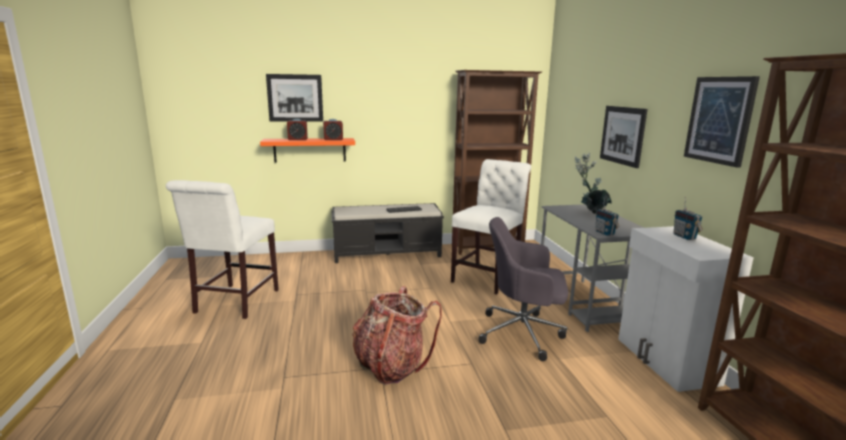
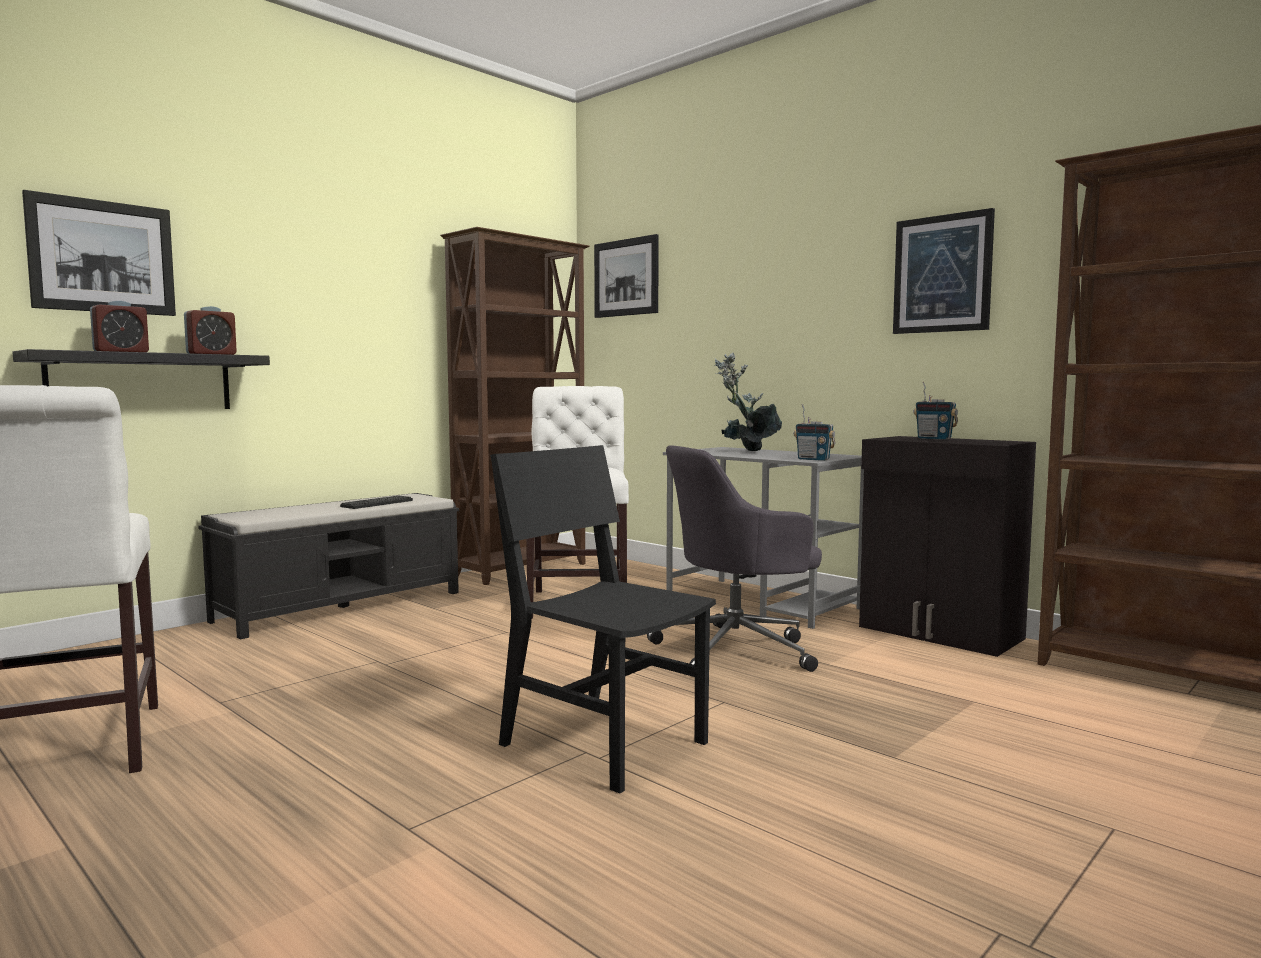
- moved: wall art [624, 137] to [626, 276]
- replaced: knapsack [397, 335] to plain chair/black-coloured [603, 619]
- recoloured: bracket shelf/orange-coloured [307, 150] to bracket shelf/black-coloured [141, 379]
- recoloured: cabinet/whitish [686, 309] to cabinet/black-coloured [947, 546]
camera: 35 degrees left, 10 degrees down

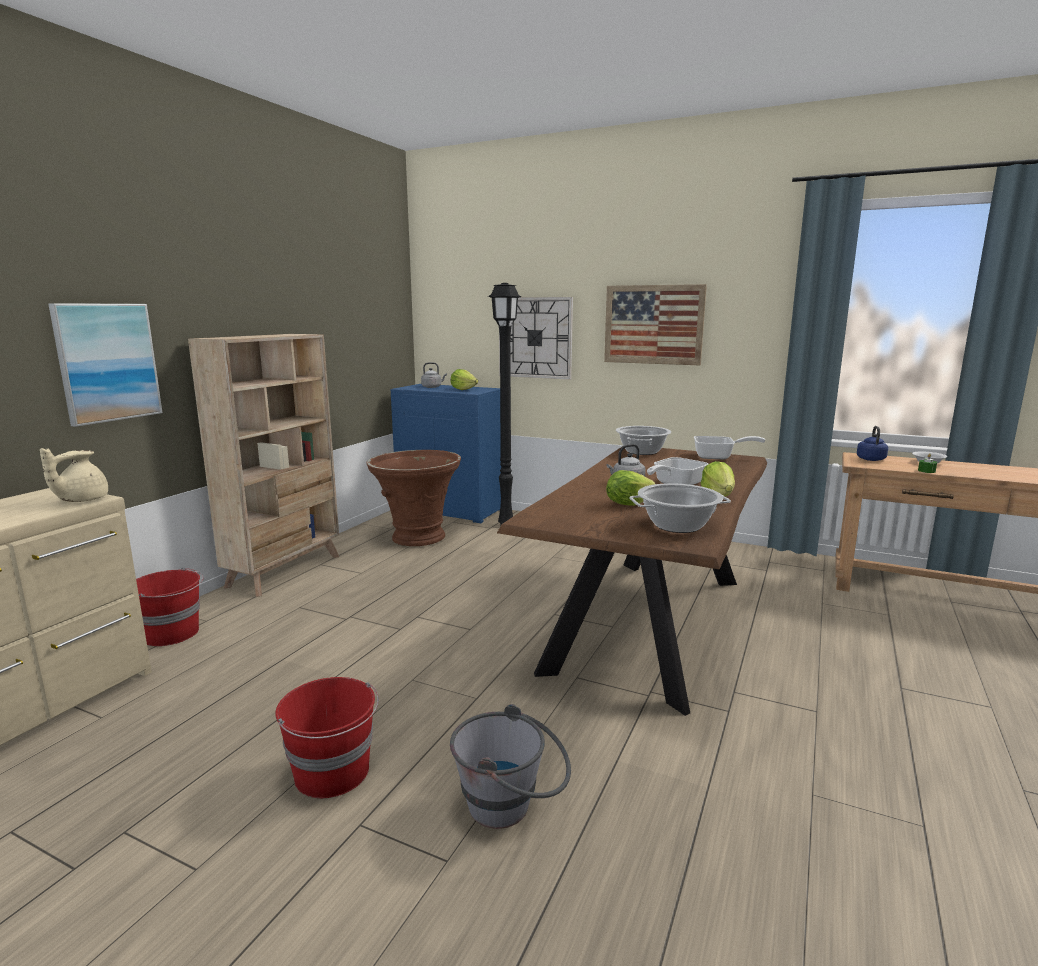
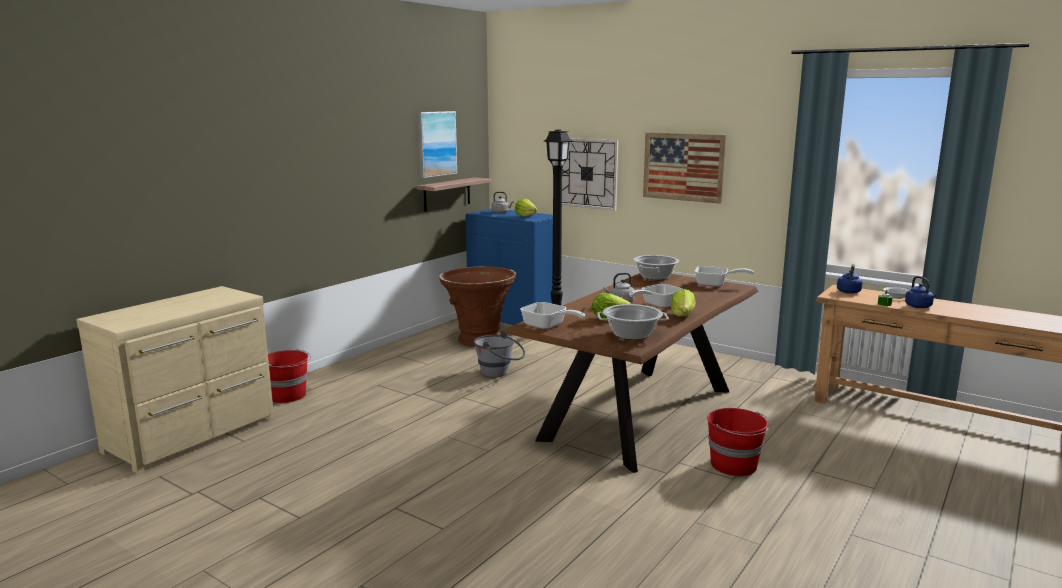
- removed: tea pot/beige-coloured [74, 475]
- removed: bookshelf/beige-coloured [263, 465]
- added: bracket shelf [453, 194]
- added: skillet [552, 315]
- added: water kettle/bluish [920, 292]
- moved: wall art [105, 365] to [437, 144]
- moved: bucket/red-coloured [327, 737] to [739, 442]
- moved: bucket/greyish [510, 766] to [499, 354]
camera: 10 degrees right, 0 degrees up

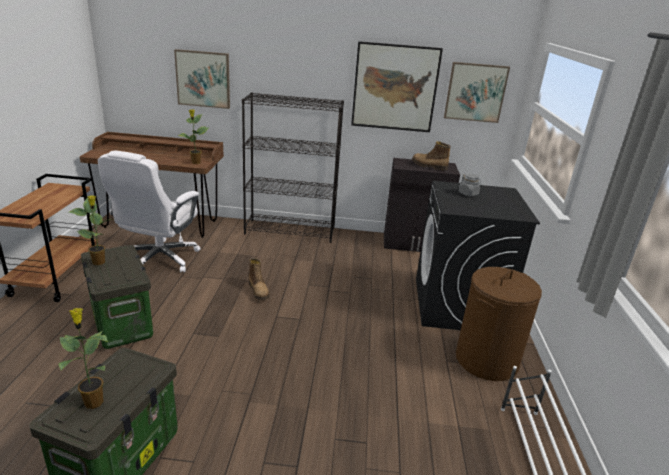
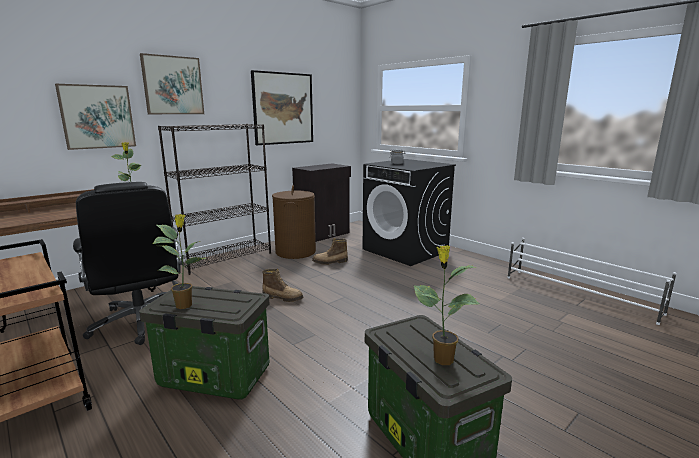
- moved: boot [431, 155] to [330, 251]
- moved: wall art [477, 92] to [172, 83]
- moved: laundry basket/brown-coloured [499, 324] to [294, 222]
- recoloured: computer chair/whitish [149, 211] to computer chair/black-coloured [127, 263]
camera: 45 degrees left, 10 degrees down

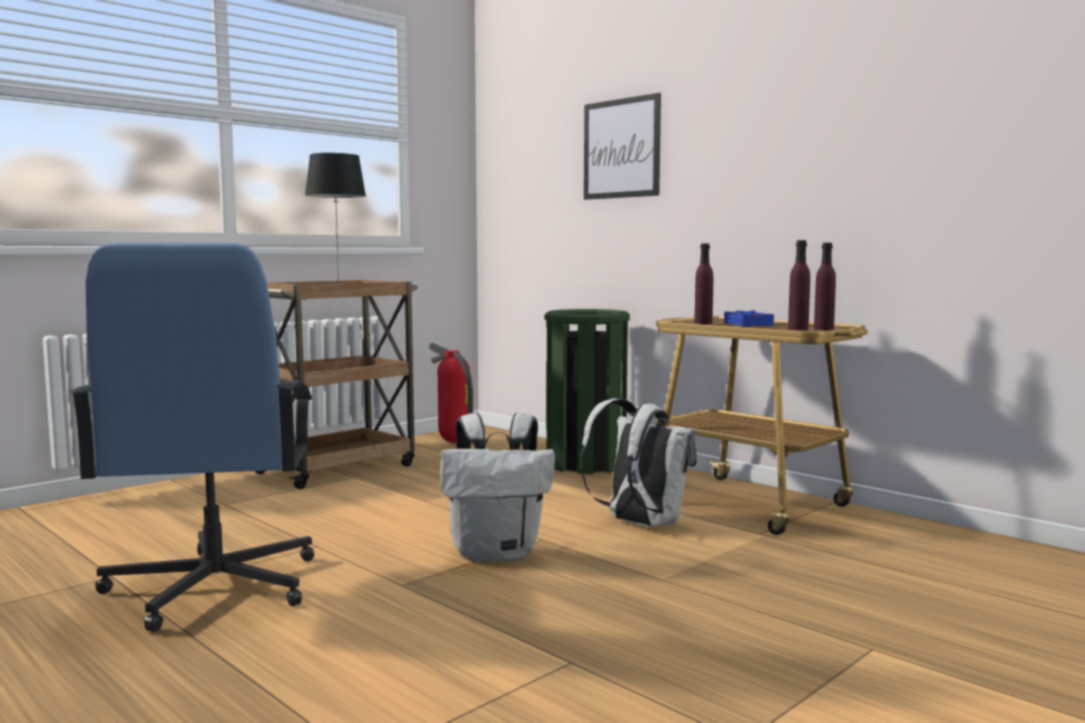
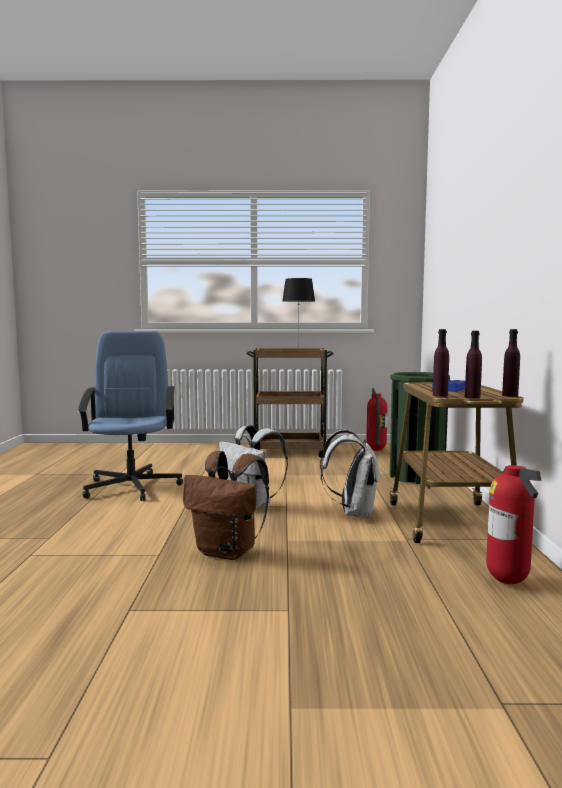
- removed: wall art [622, 146]
- added: knapsack/brown-coloured [226, 505]
- added: extinguisher [514, 524]
- moved: drink bottle/purplish [703, 284] to [511, 363]
- turned: computer chair/bluish [192, 437] = [130, 416] 135 degrees clockwise
camera: 45 degrees right, 0 degrees up

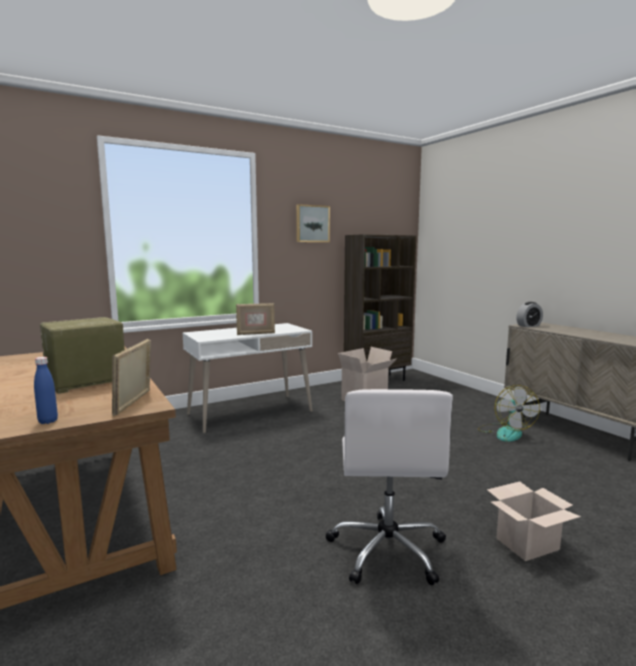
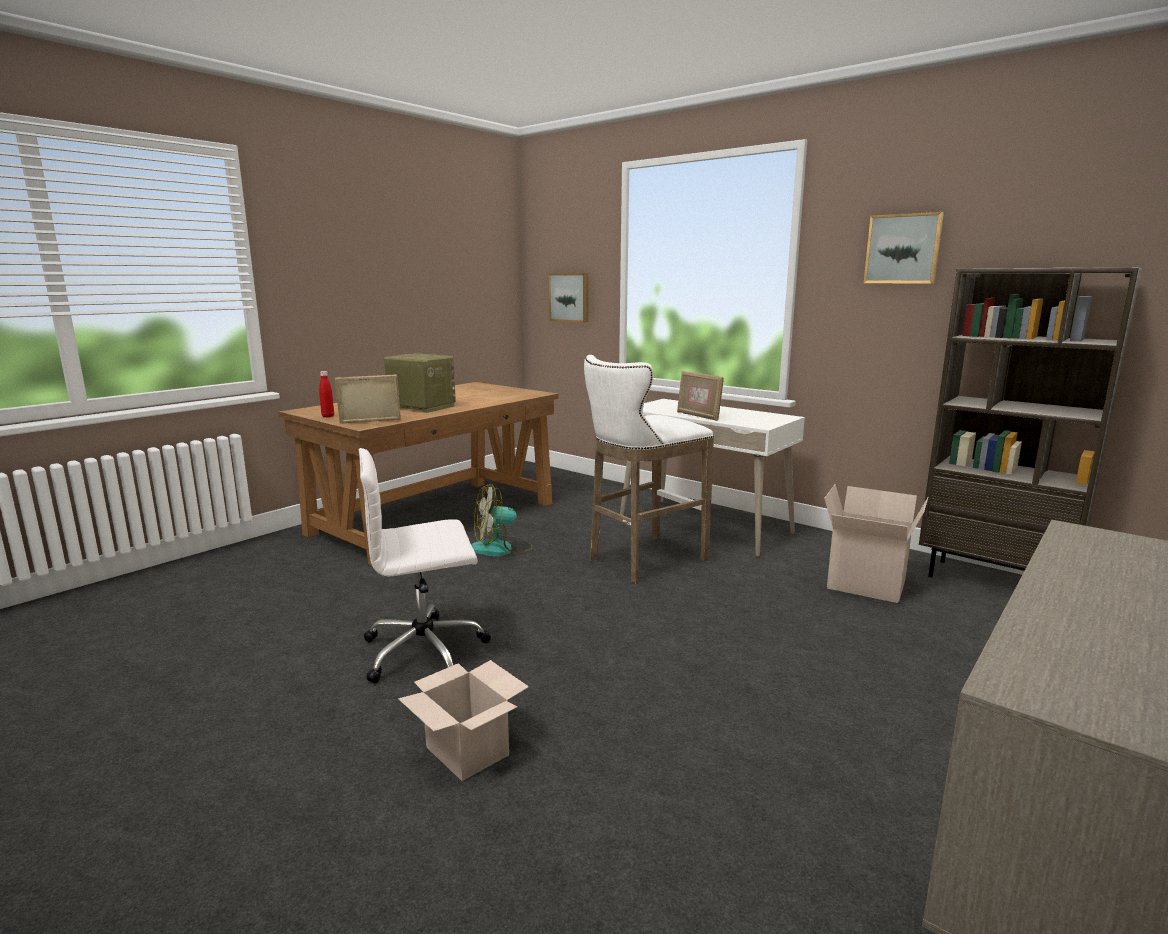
- removed: alarm clock [529, 314]
- added: wall art [568, 298]
- added: stool/whitish [649, 469]
- moved: cooling fan [509, 413] to [502, 520]
- recoloured: drink bottle/bluish [46, 390] to drink bottle/red-coloured [326, 394]
camera: 70 degrees right, 5 degrees up

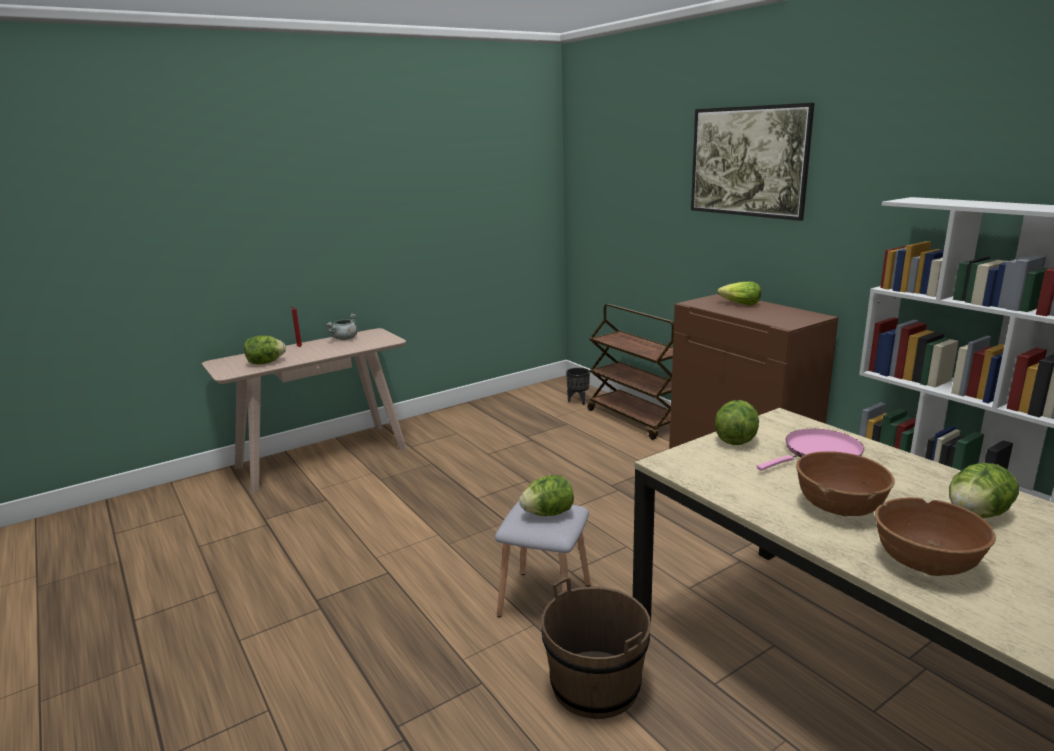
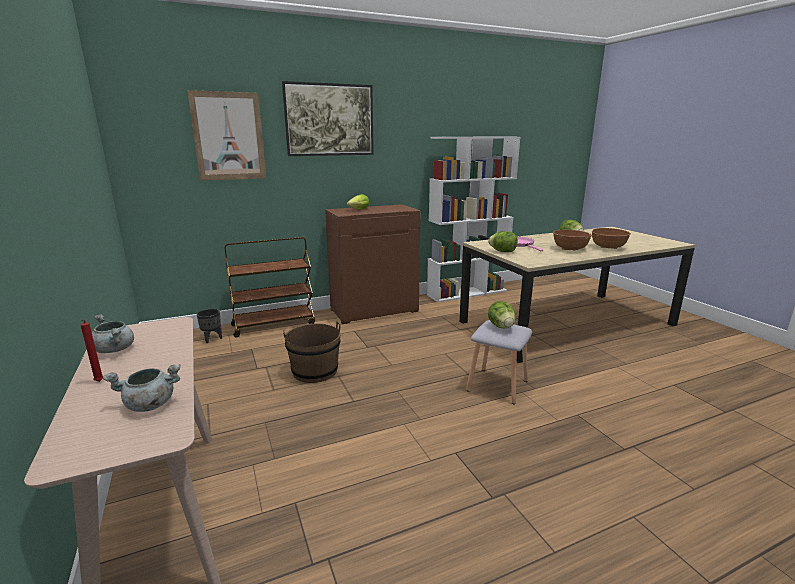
- added: wall art [226, 135]
- moved: bucket/brown-coloured [596, 648] to [312, 352]
- replaced: lettuce head [265, 349] to cooking pot/greyish [142, 388]
camera: 80 degrees left, 0 degrees up

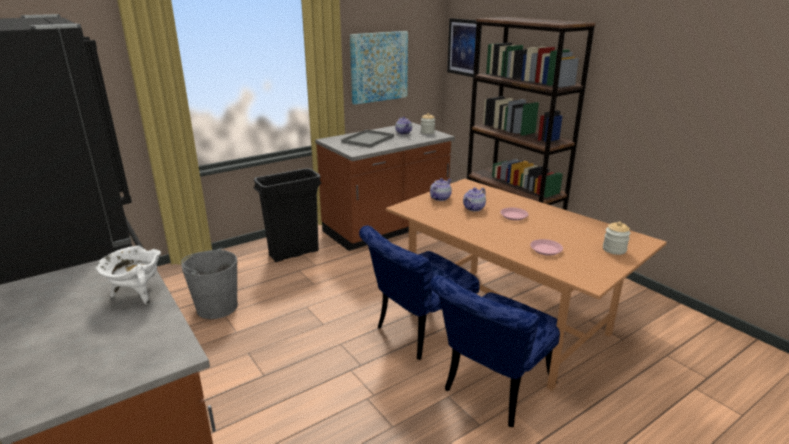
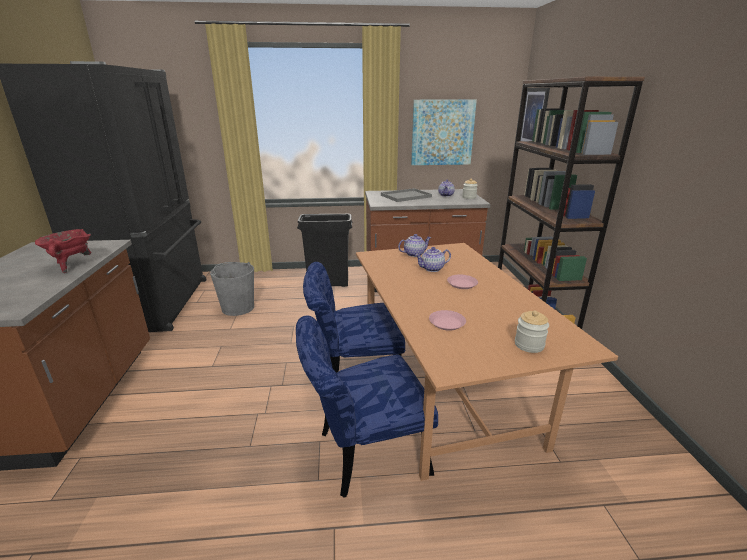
- recoloured: cooking pot/whitish [128, 275] to cooking pot/red-coloured [63, 251]
camera: 30 degrees right, 0 degrees up

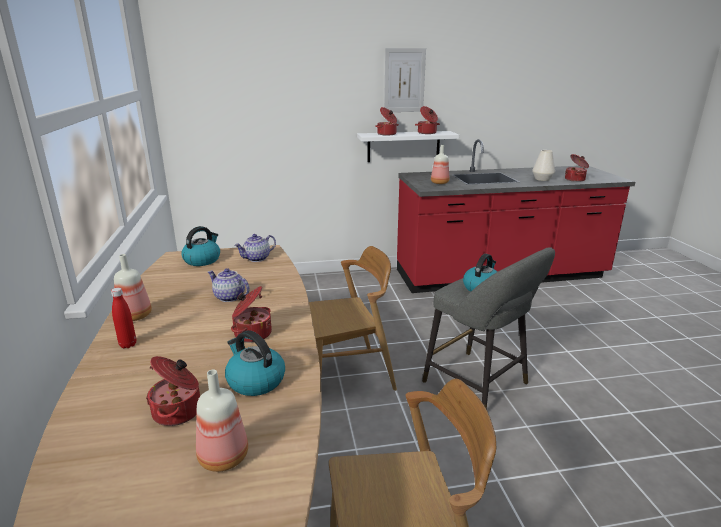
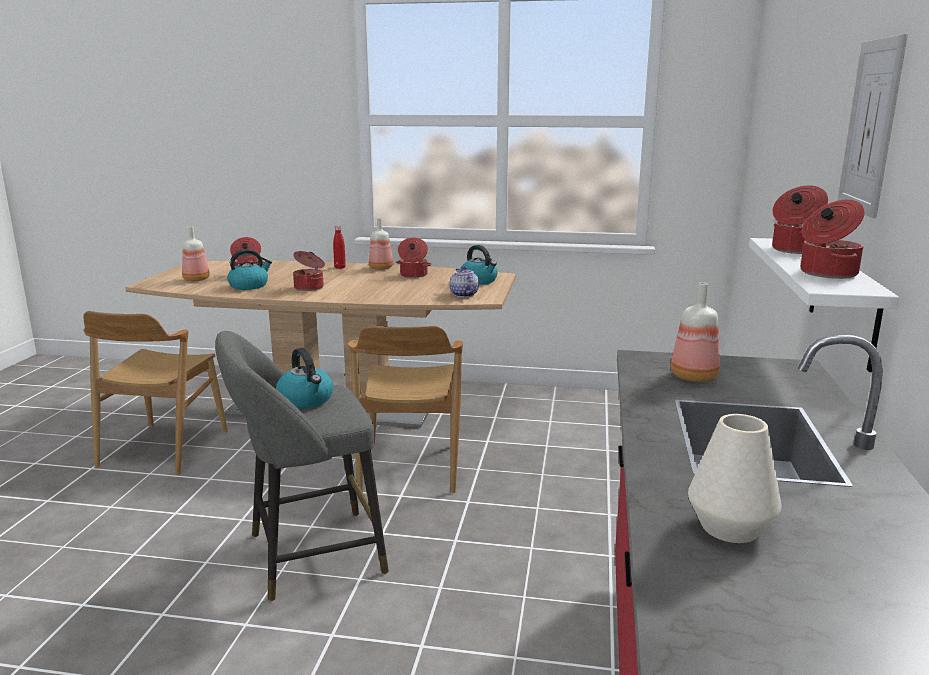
- removed: tea pot [229, 285]
- moved: cooking pot [577, 168] to [414, 257]
camera: 110 degrees right, 5 degrees down

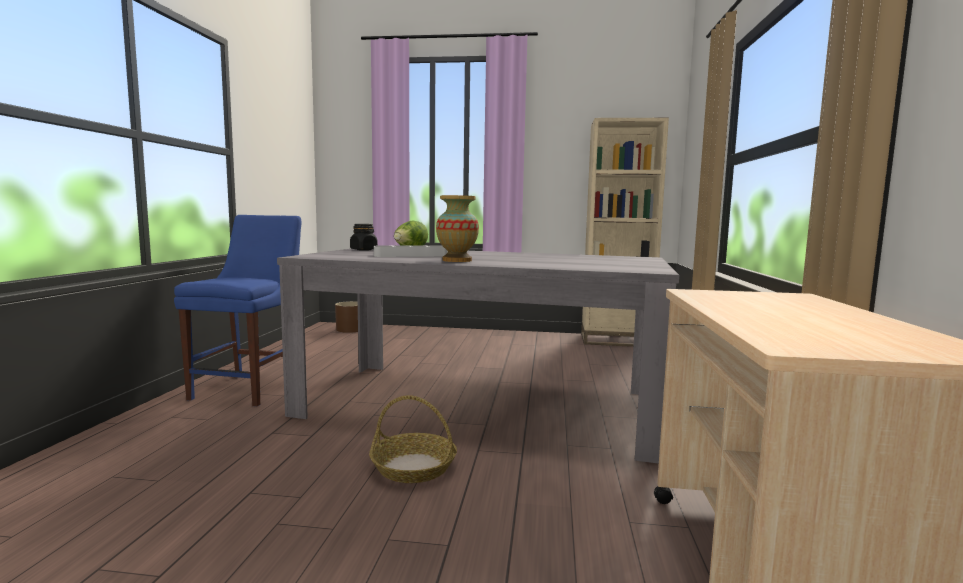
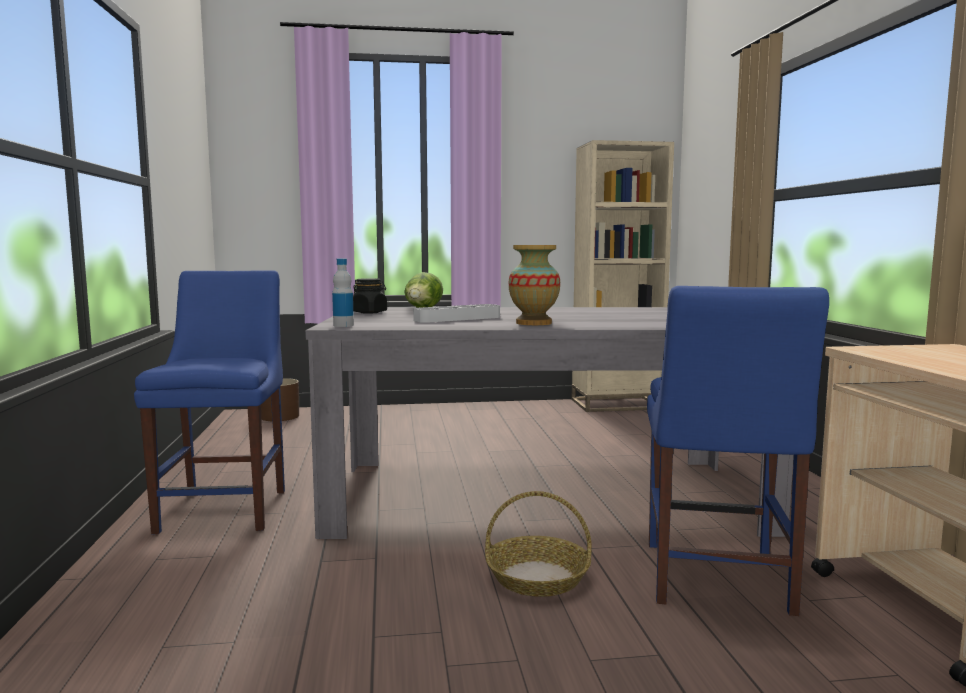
- added: drink bottle [343, 292]
- added: plain chair/bluish [738, 451]
camera: 15 degrees left, 0 degrees up

